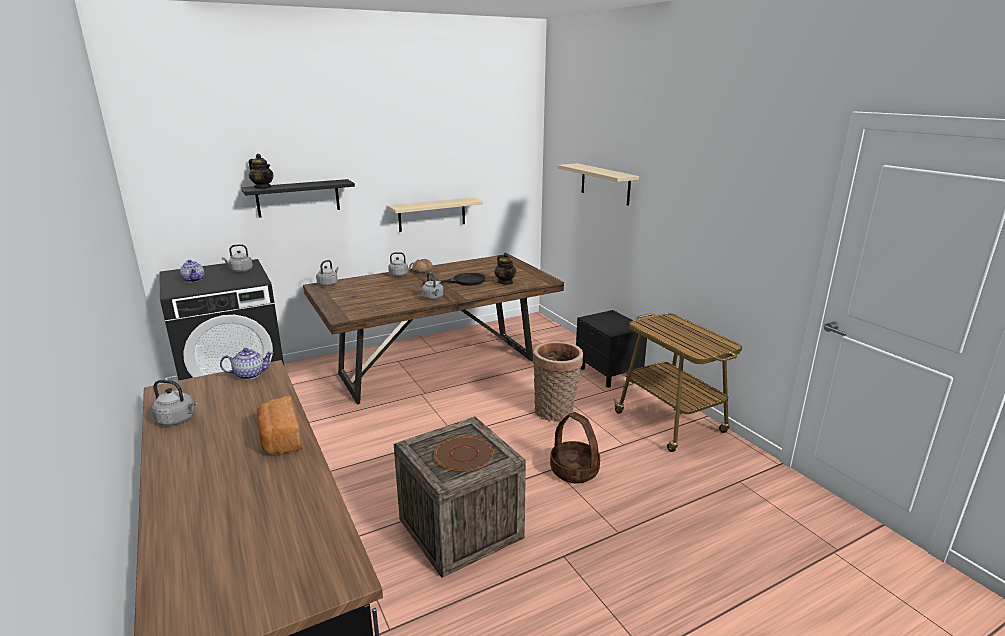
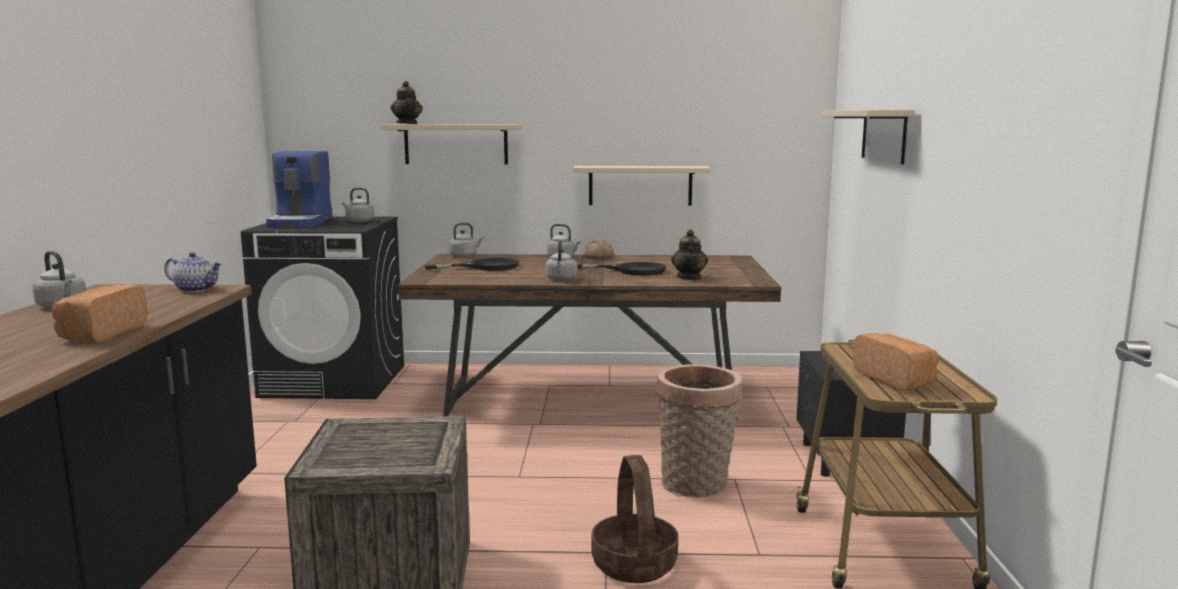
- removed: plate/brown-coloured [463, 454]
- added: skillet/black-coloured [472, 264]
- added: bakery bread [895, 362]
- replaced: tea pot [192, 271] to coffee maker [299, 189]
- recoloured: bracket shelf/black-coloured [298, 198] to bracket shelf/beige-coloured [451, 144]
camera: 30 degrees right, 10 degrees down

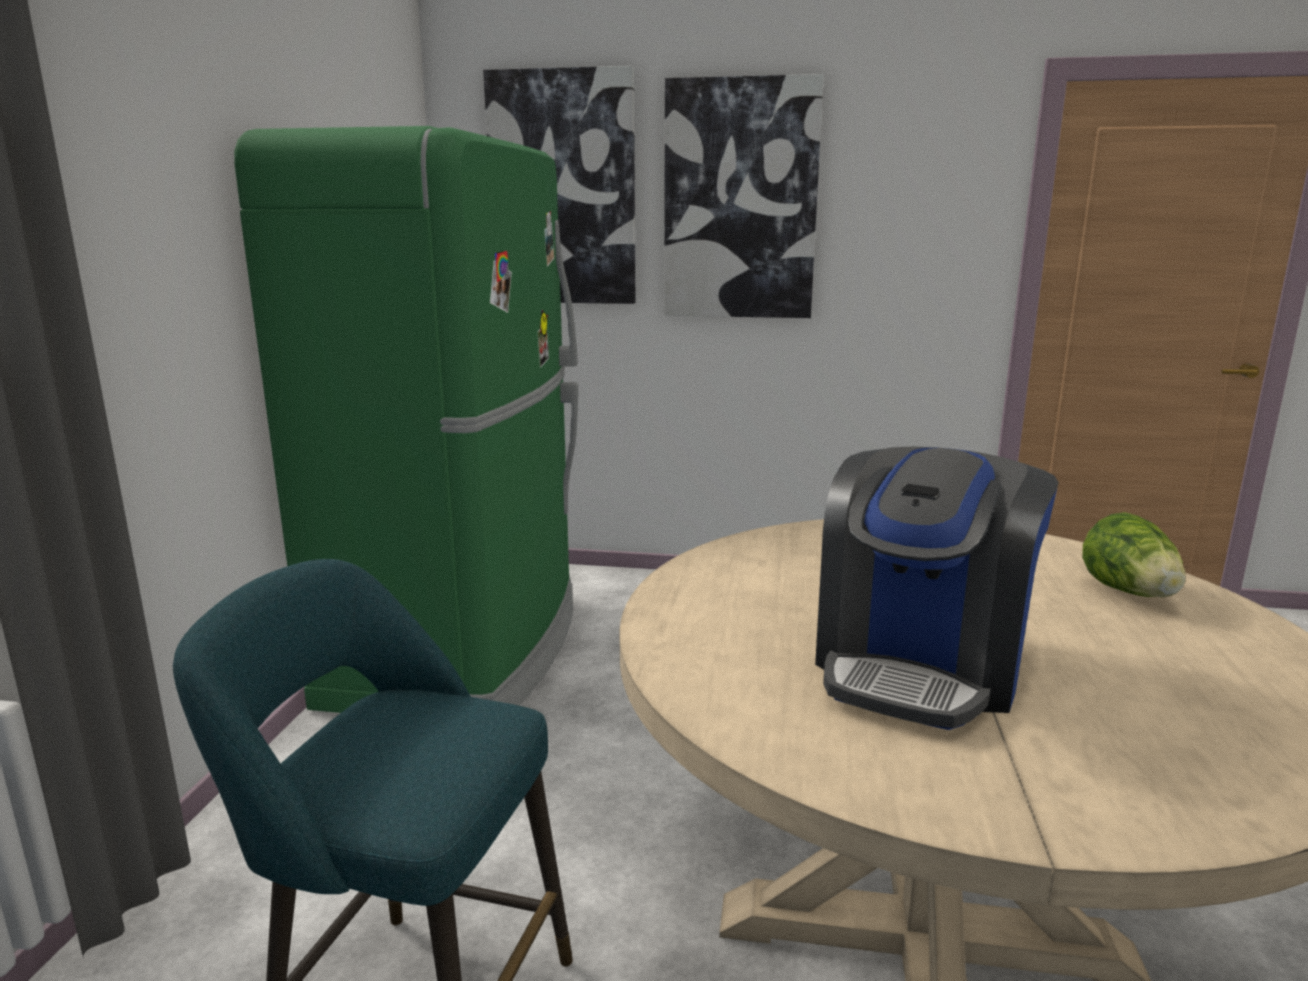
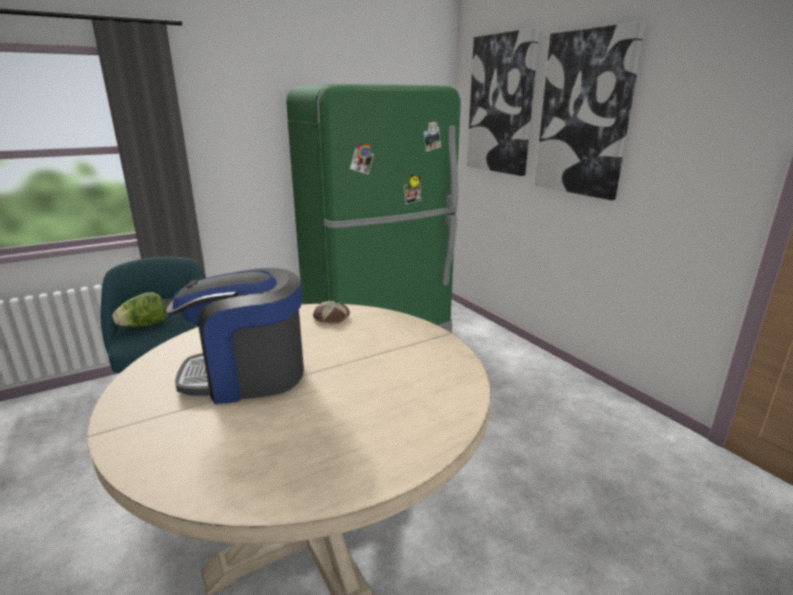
- added: bakery bread [331, 312]
- moved: lettuce head [1134, 554] to [139, 309]
camera: 50 degrees right, 5 degrees up

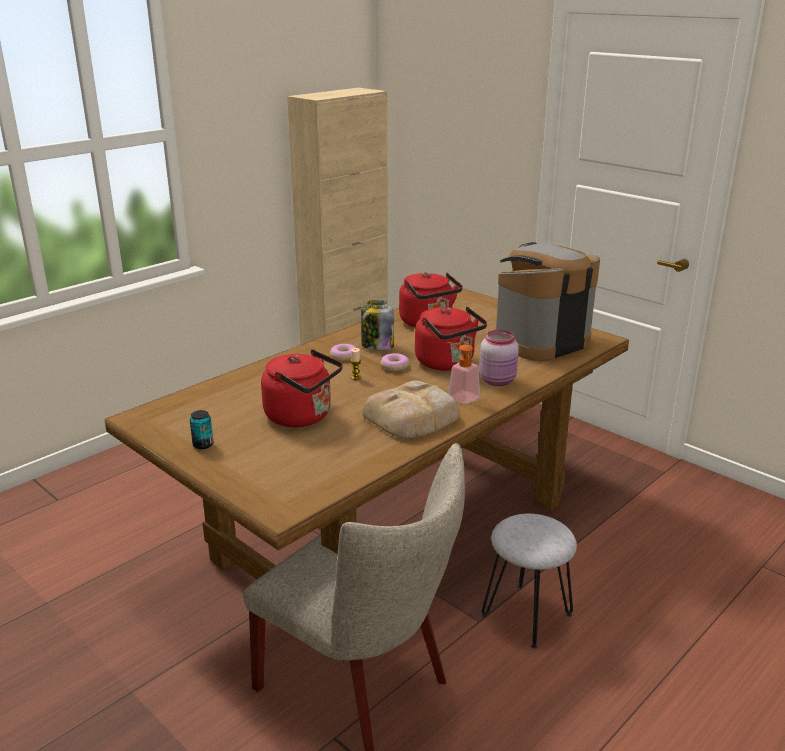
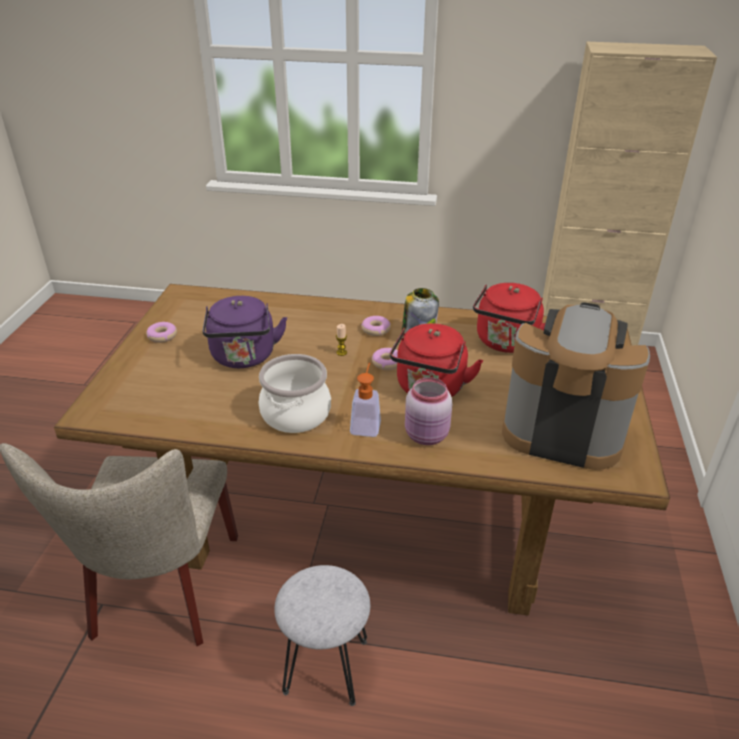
- replaced: can [202, 429] to doughnut [161, 332]
- replaced: bakery bread [411, 410] to cooking pot [294, 393]
- recoloured: water kettle/red-coloured [302, 388] to water kettle/purplish [245, 332]
camera: 55 degrees right, 10 degrees up

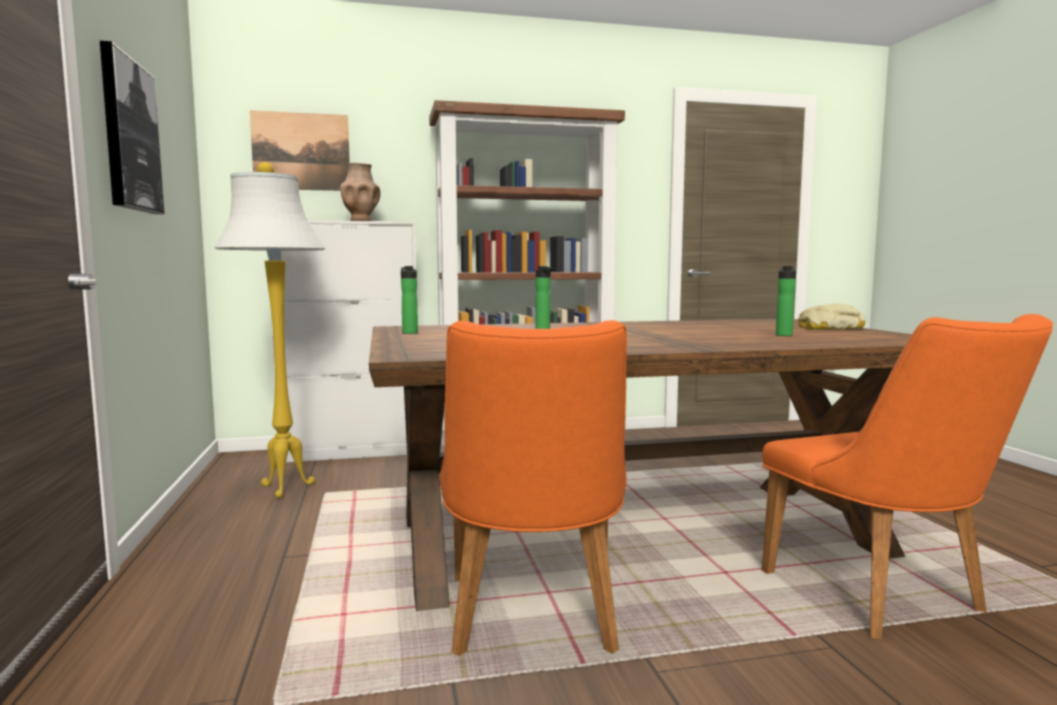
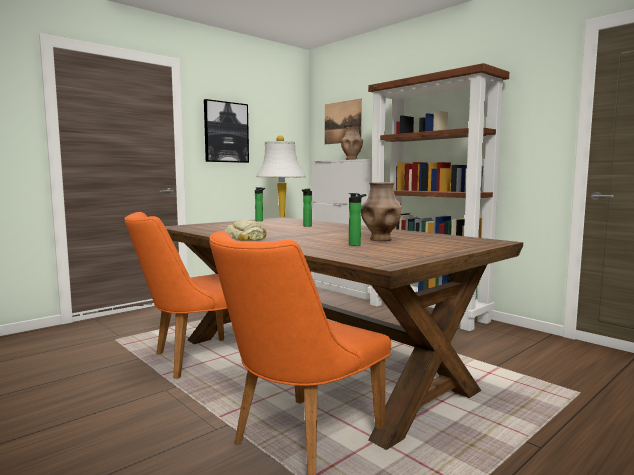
- added: decorative vase/brown-coloured [381, 211]
- moved: bakery bread [832, 316] to [245, 230]
camera: 60 degrees right, 0 degrees up

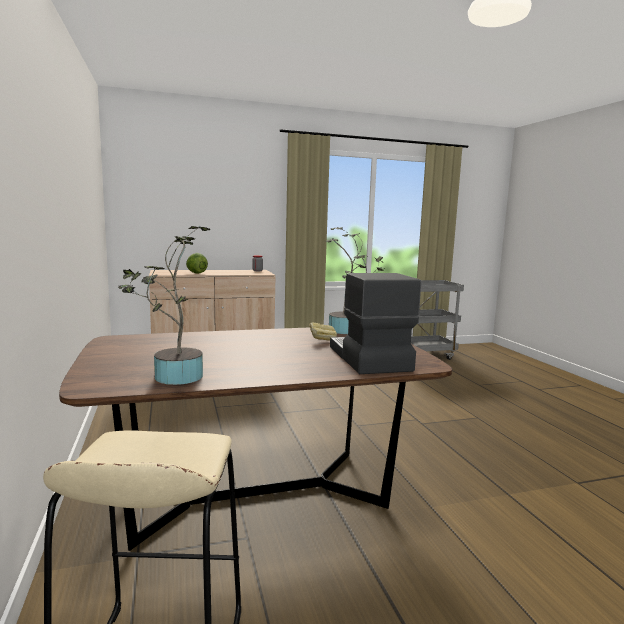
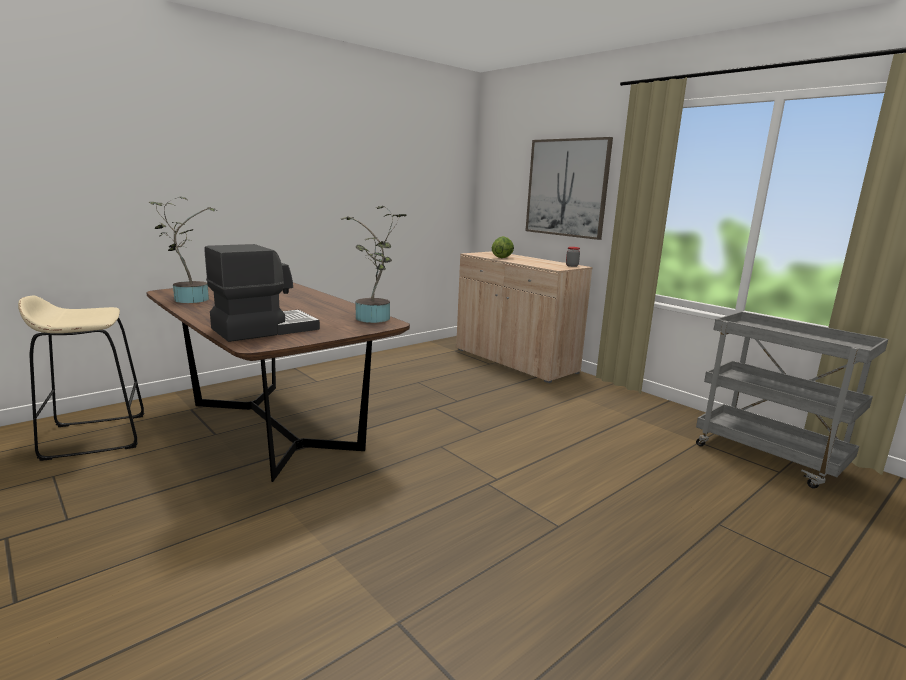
- removed: bakery bread [323, 331]
- added: wall art [569, 188]
camera: 65 degrees right, 5 degrees up

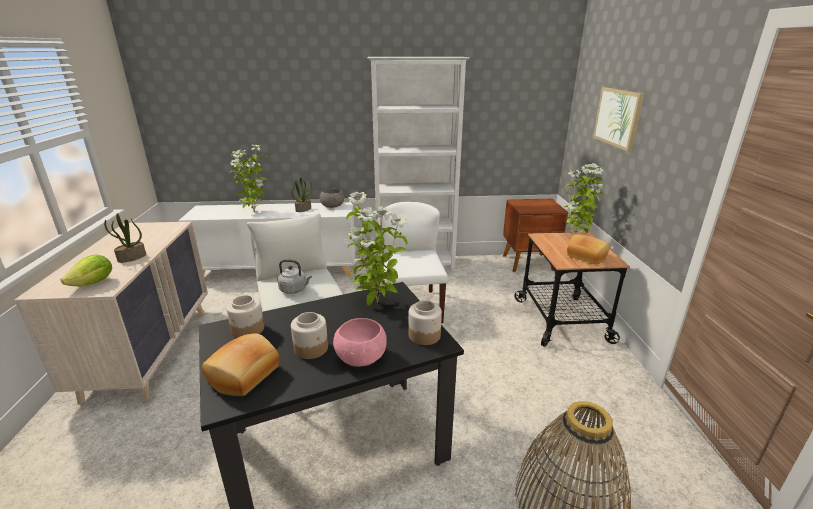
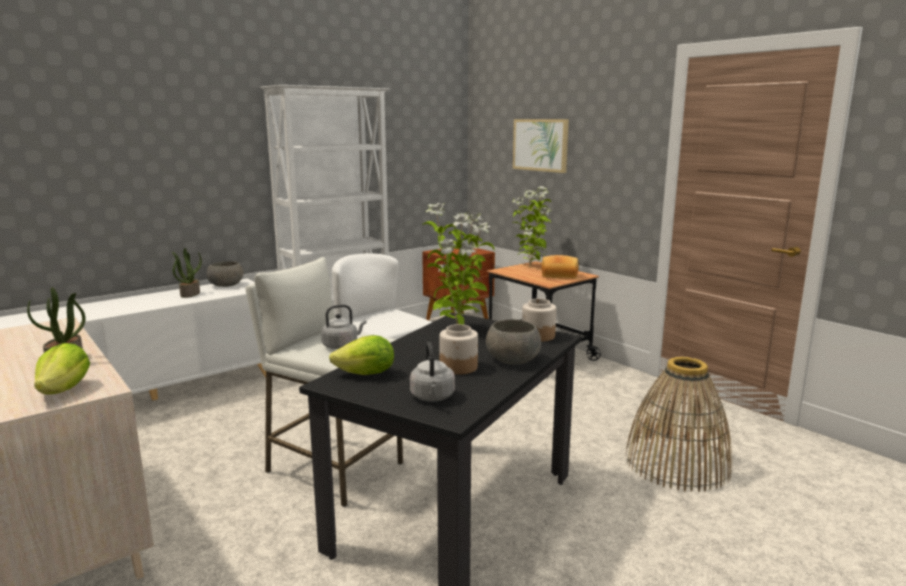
- removed: houseplant [248, 178]
- replaced: bakery bread [240, 364] to water kettle/greyish [432, 371]
- replaced: jar [245, 316] to lettuce head [361, 355]
- recoloured: serving bowl/pink-coloured [360, 342] to serving bowl/greyish [513, 341]
camera: 35 degrees left, 10 degrees down

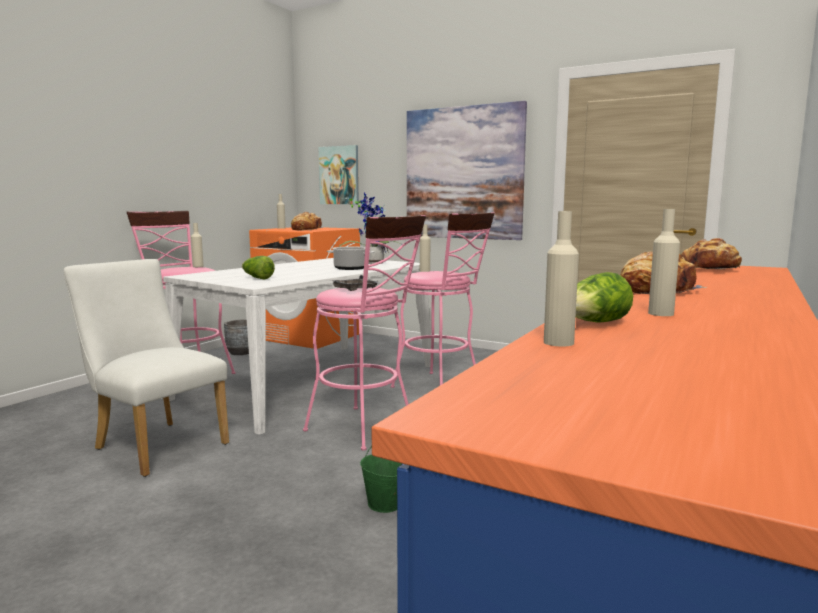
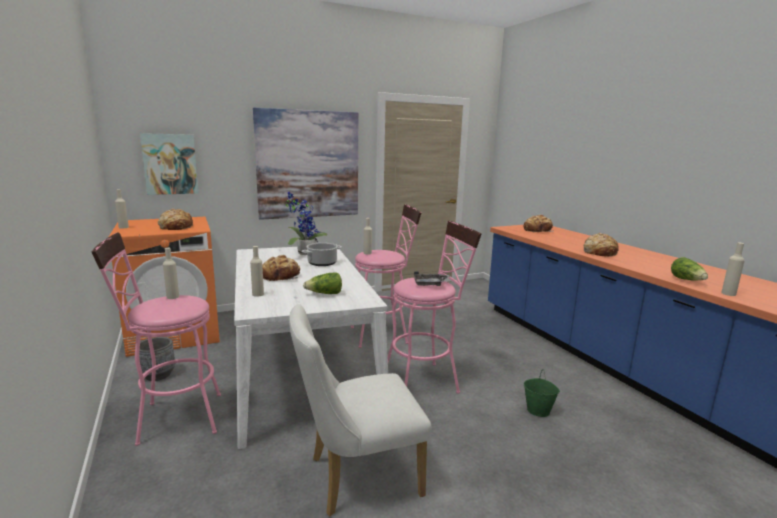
- added: bakery bread [281, 268]
- moved: drink bottle/beige-coloured [664, 262] to [257, 271]
camera: 55 degrees left, 5 degrees up

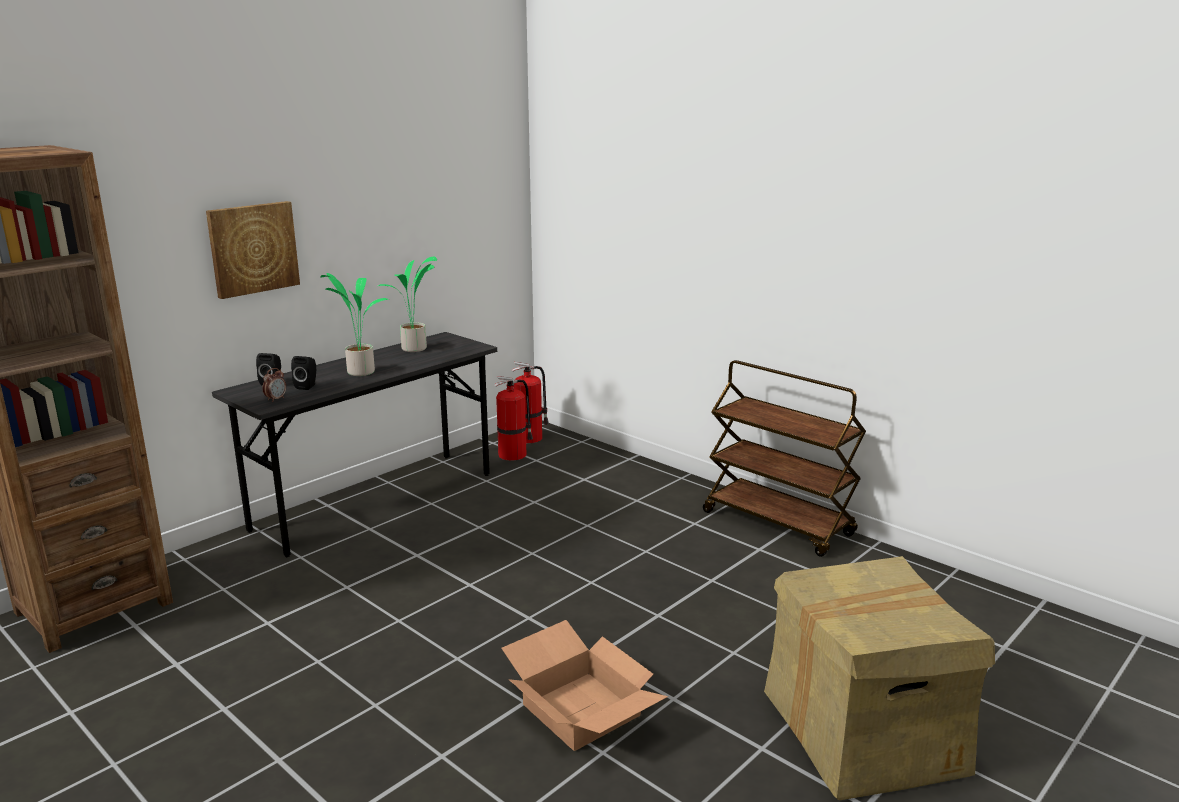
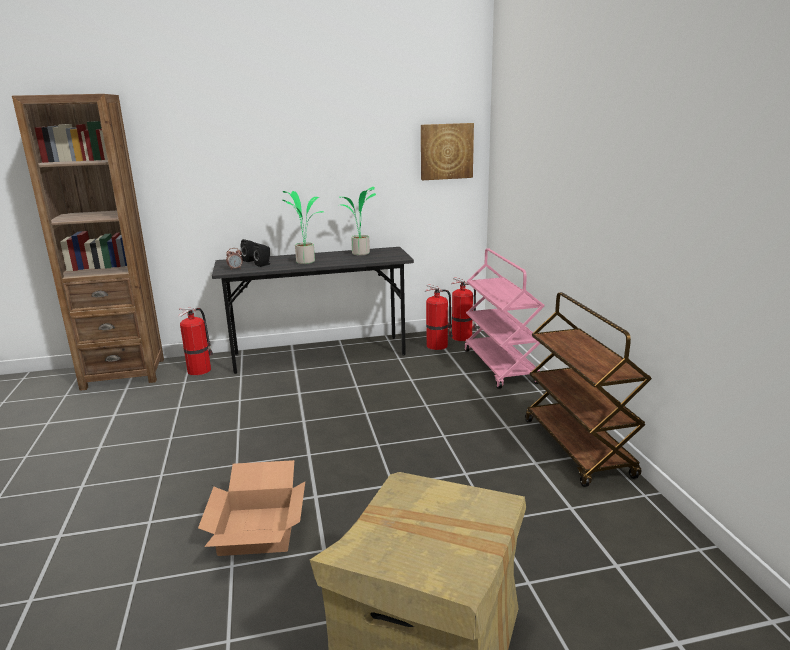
- added: extinguisher [195, 341]
- added: trolley/pink-coloured [504, 318]
- moved: wall art [253, 250] to [447, 151]
camera: 35 degrees right, 0 degrees up

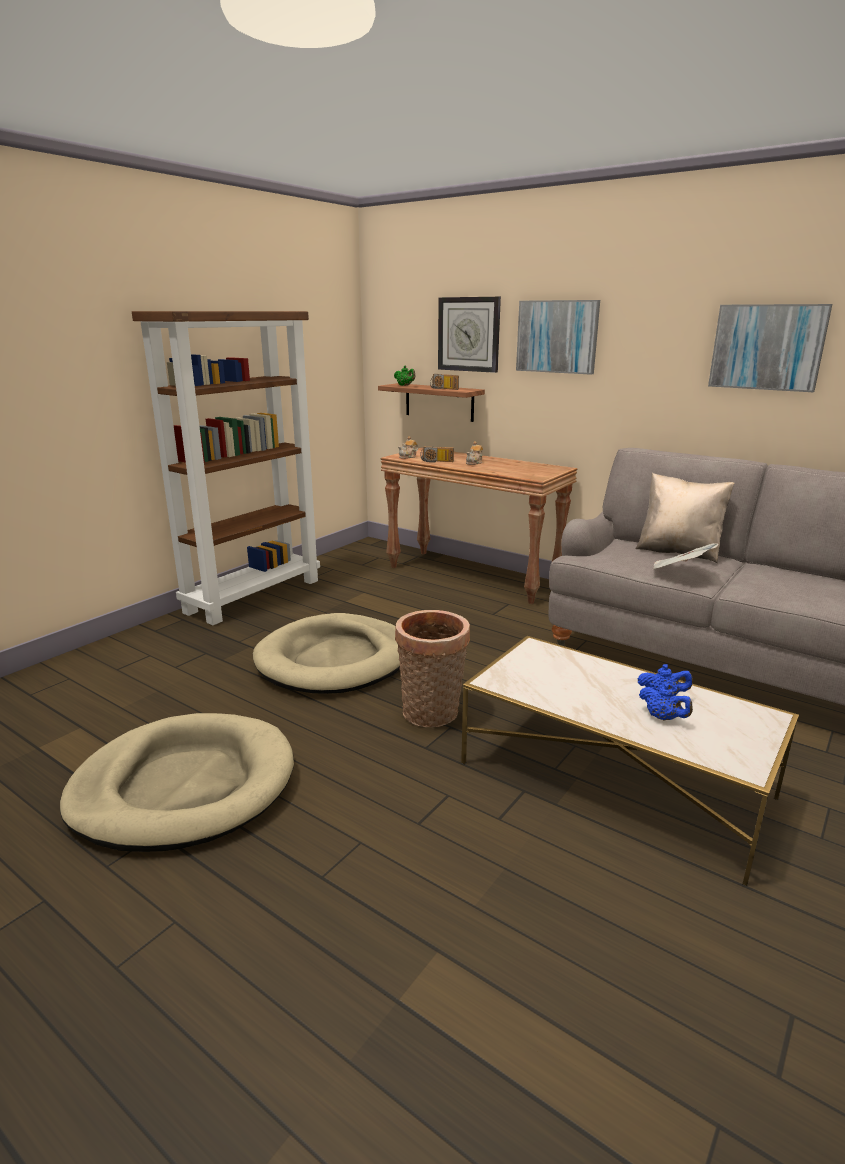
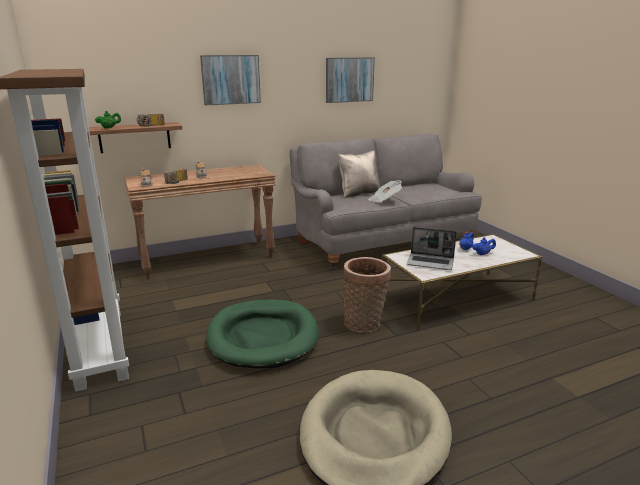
- removed: hanging clock [469, 335]
- added: laptop [432, 248]
- recoloured: dog bed/beige-coloured [326, 653] to dog bed/greenish [262, 333]
camera: 60 degrees left, 0 degrees up

